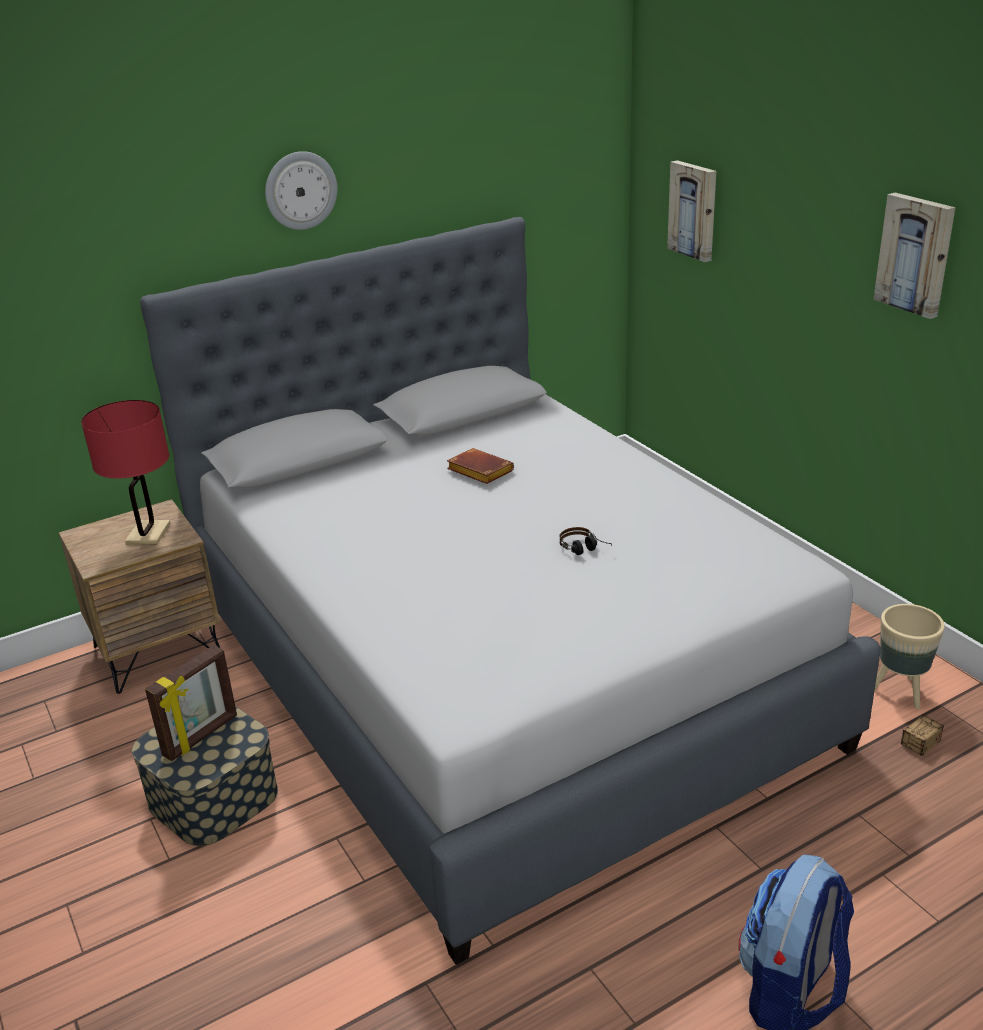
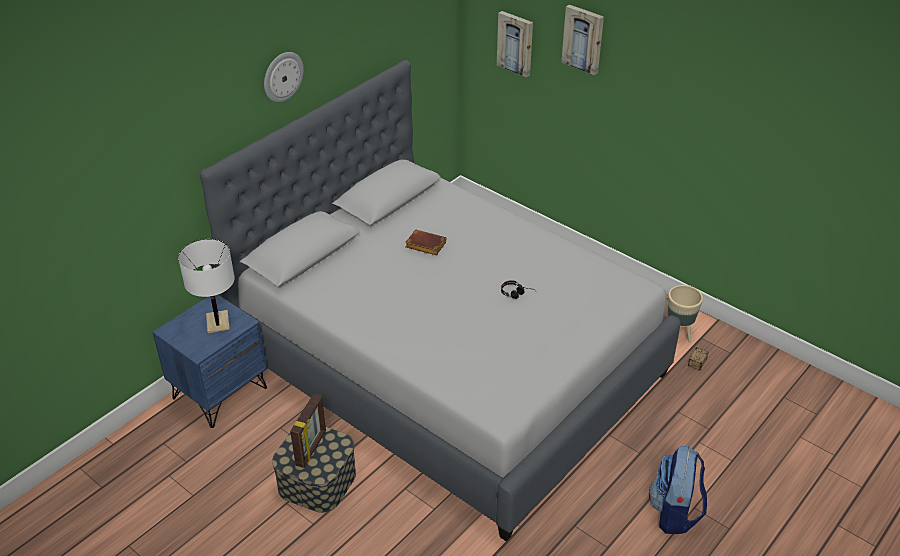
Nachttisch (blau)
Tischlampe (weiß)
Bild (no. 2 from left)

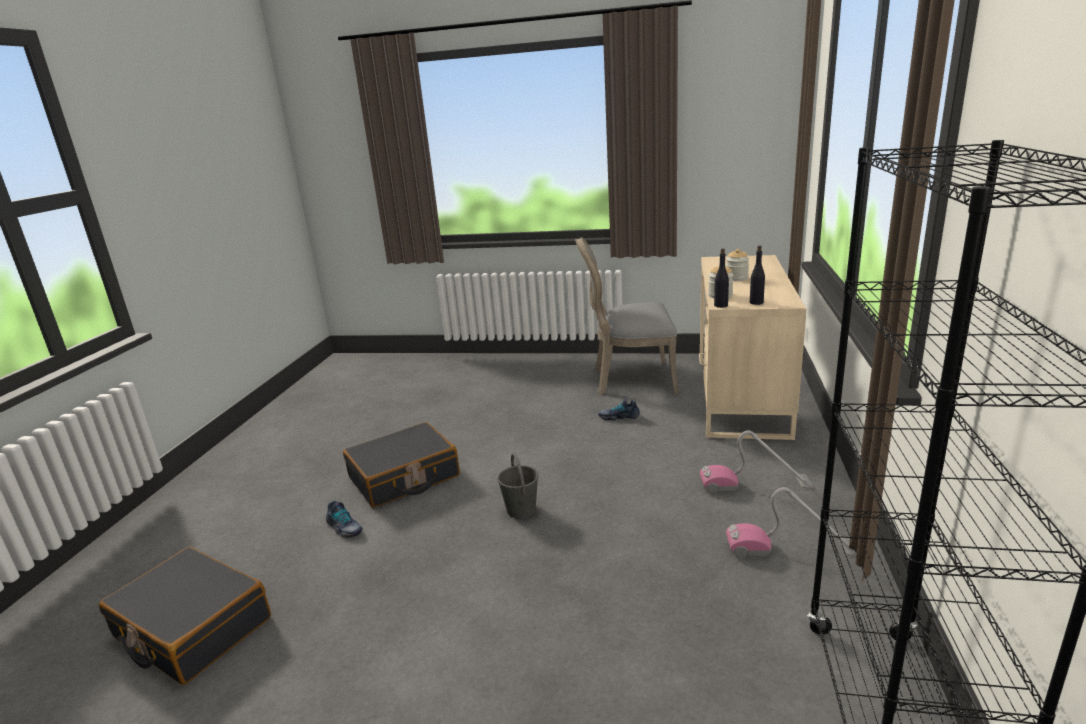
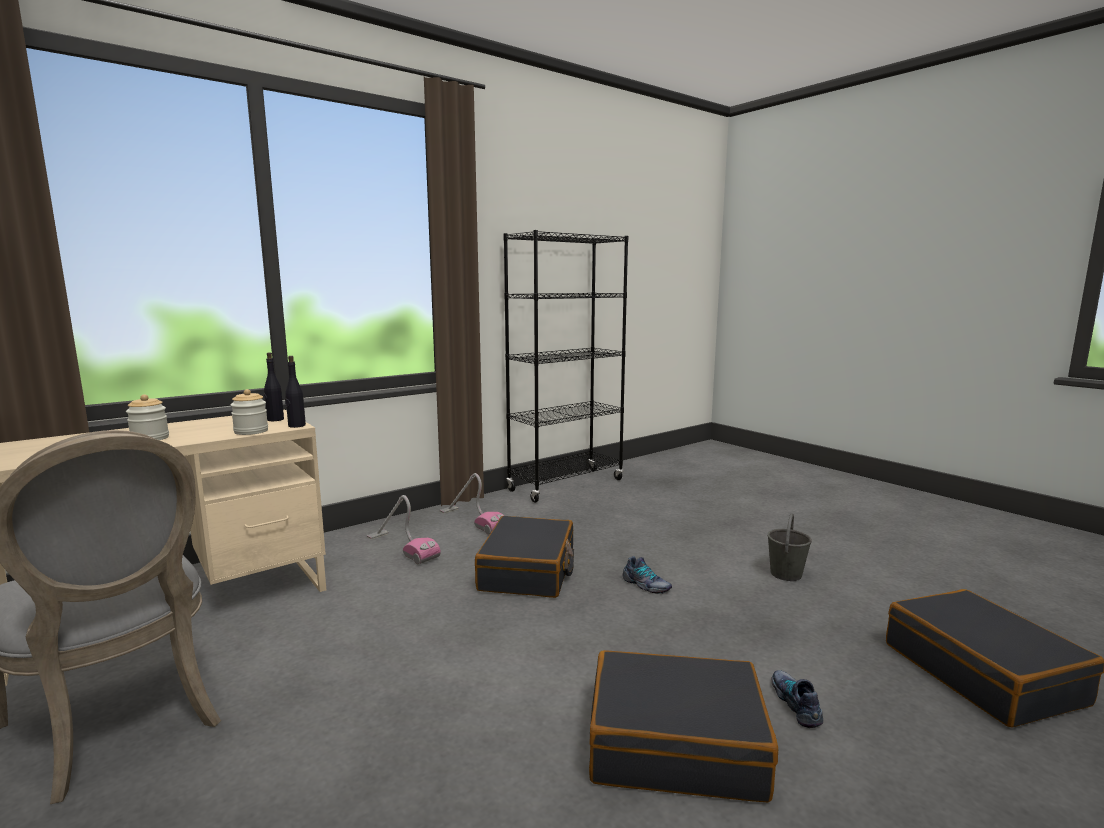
Eimer (grau)
Schuh (no. 1 from left)
Koffer (schwarz) (no. 1 from left)

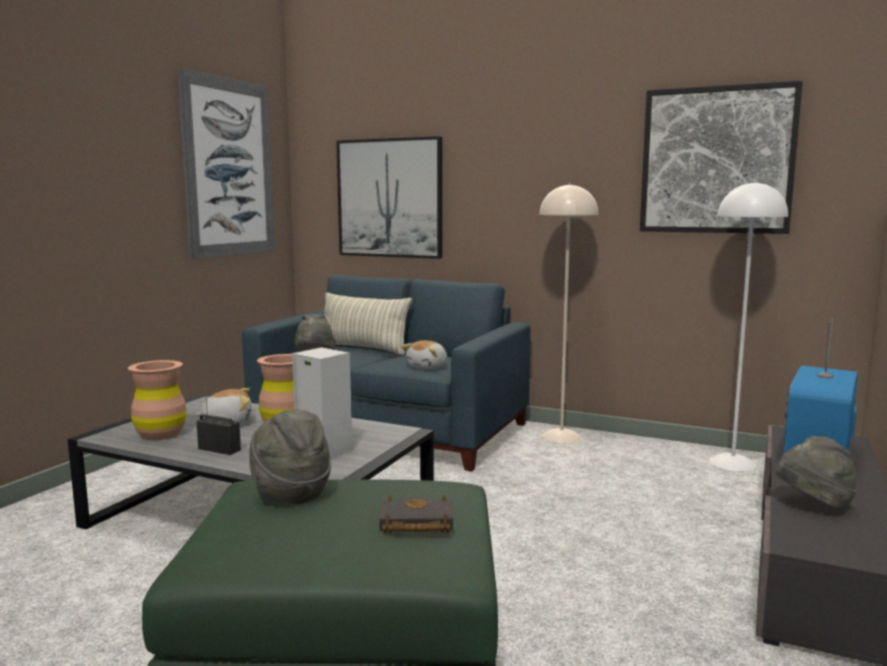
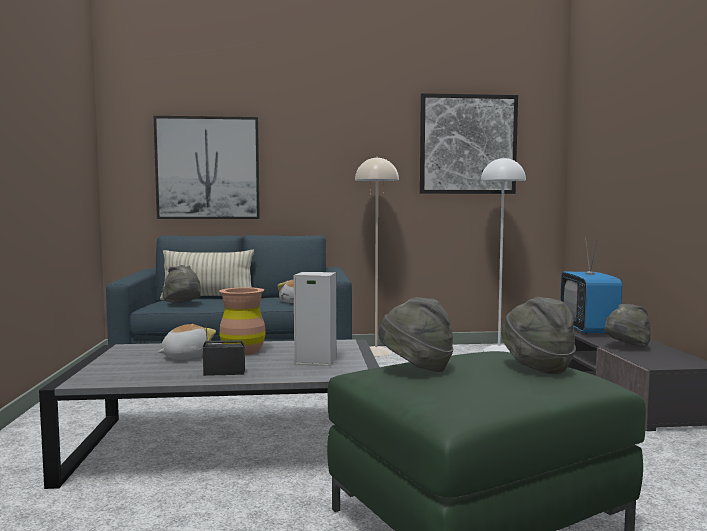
Vase (braun) (no. 1 from left in the first image)
Bild (no. 1 from left in the first image)
Hut (grau) (no. 3 from left)

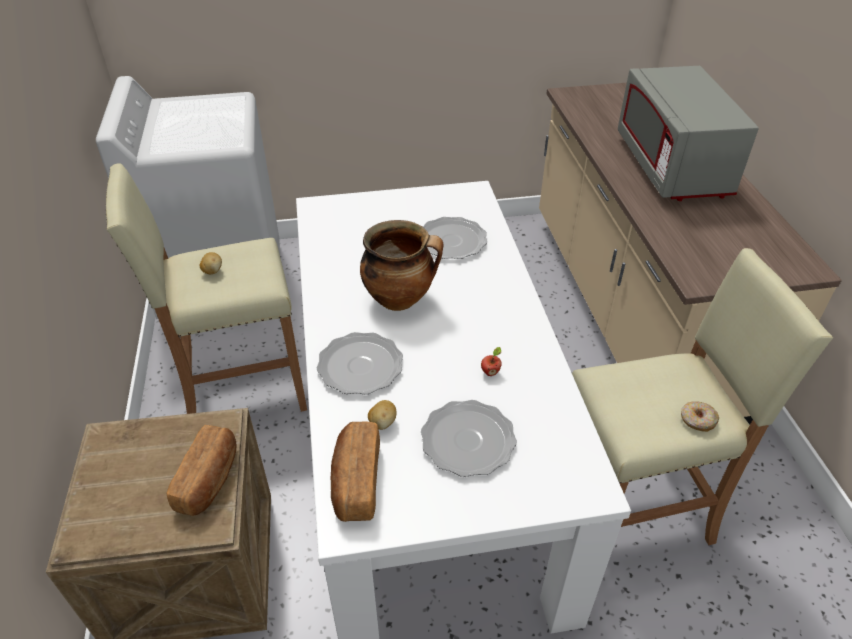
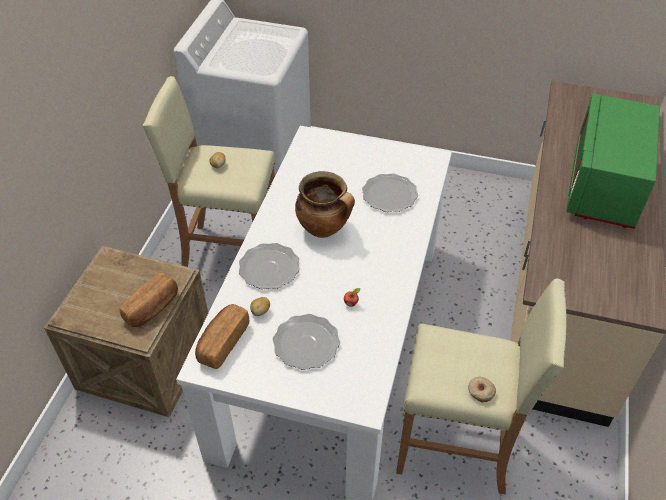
Mikrowelle (grün)

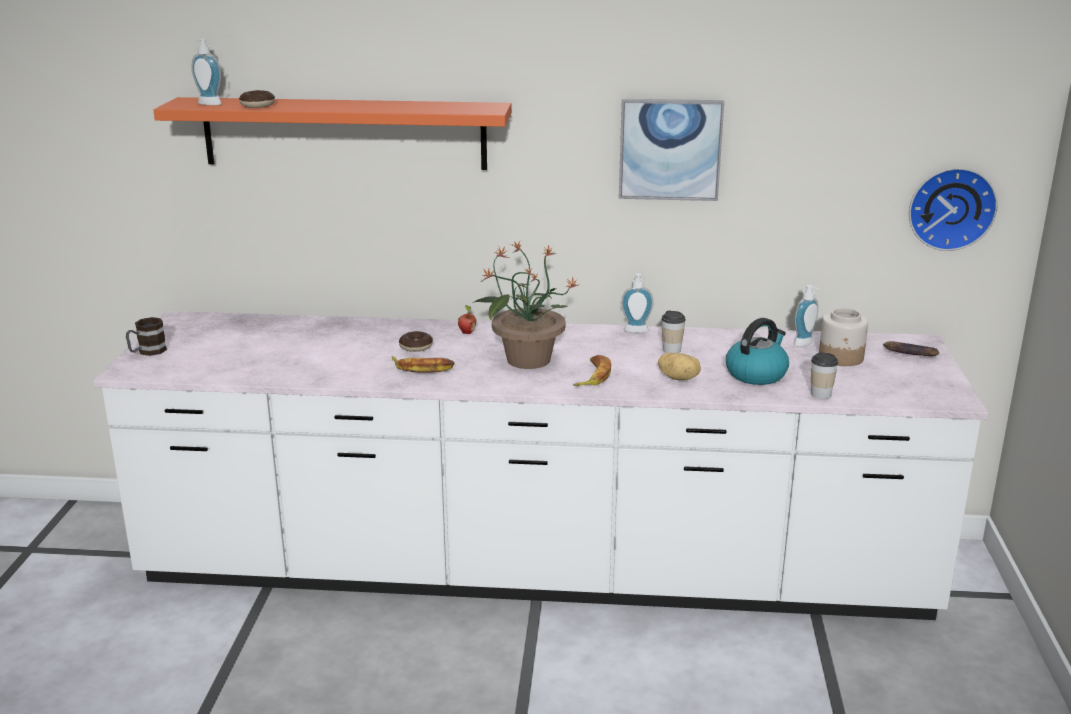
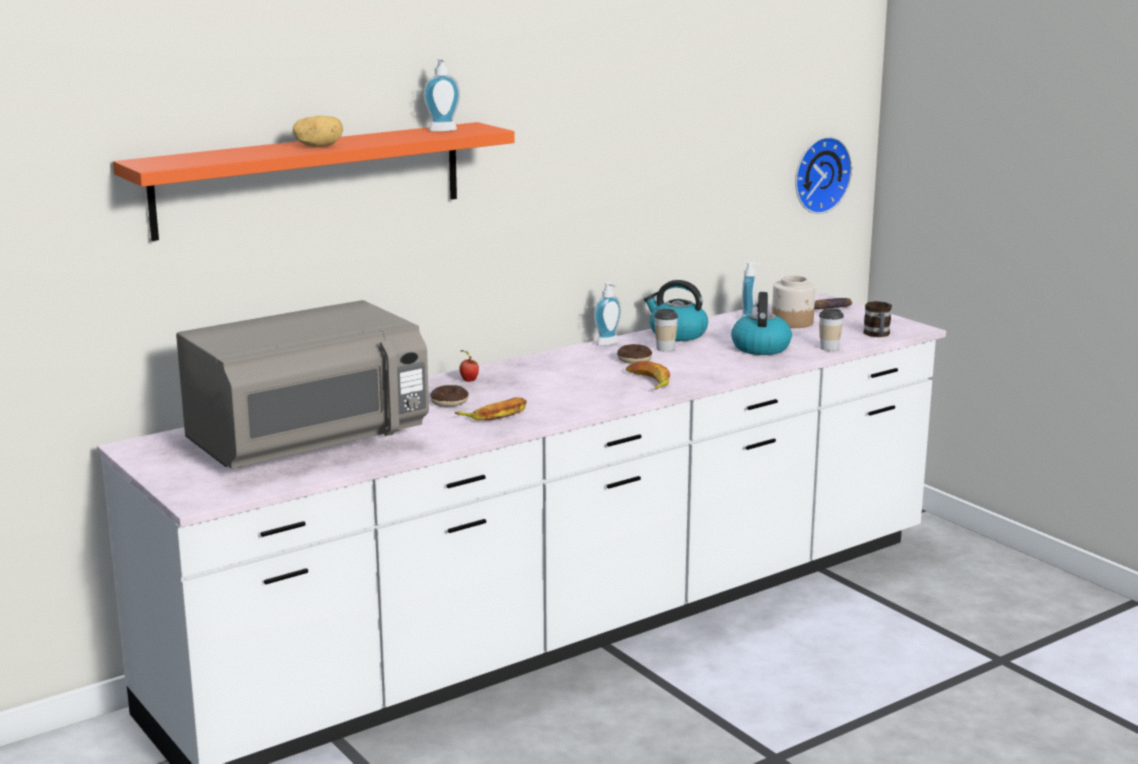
Henkelbecher
Seifenspender (no. 1 from left)
Donut (no. 2 from left)
Topfpflanze
Bild
Kartoffel
Mikrowelle (grau)
Wasserkessel (no. 1 from left)

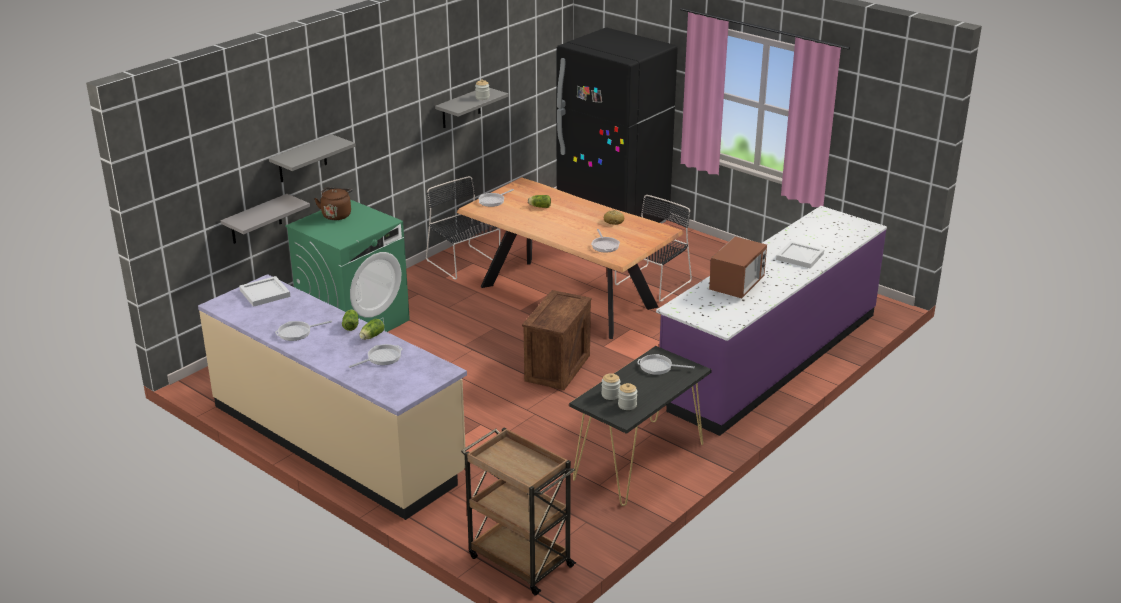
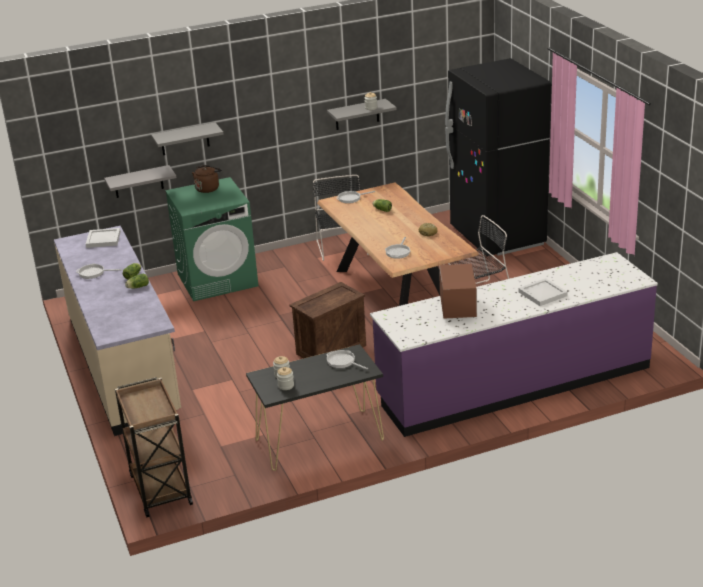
Pfanne (no. 2 from left in the first image)
Mikrowelle

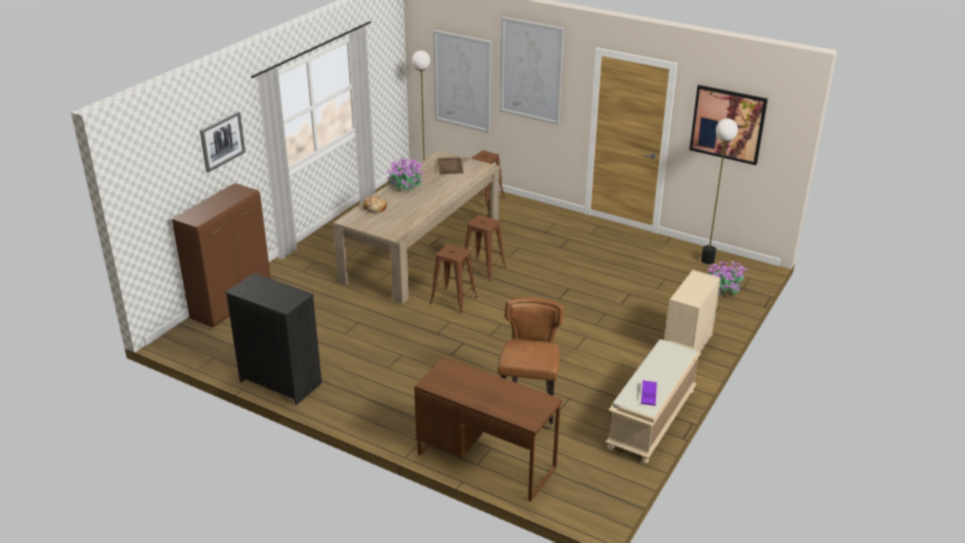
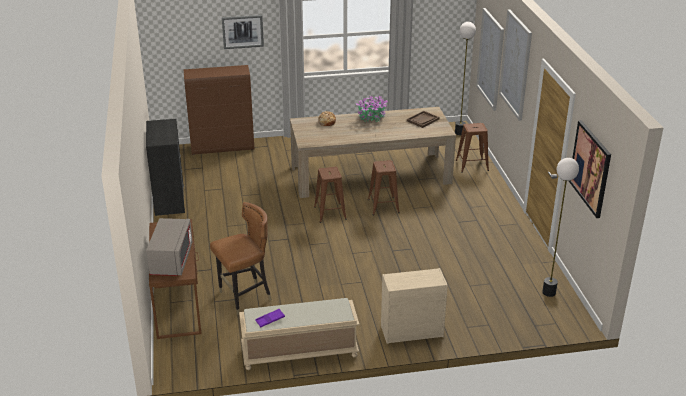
Topfpflanze (no. 2 from left in the first image)
Mikrowelle (grau)

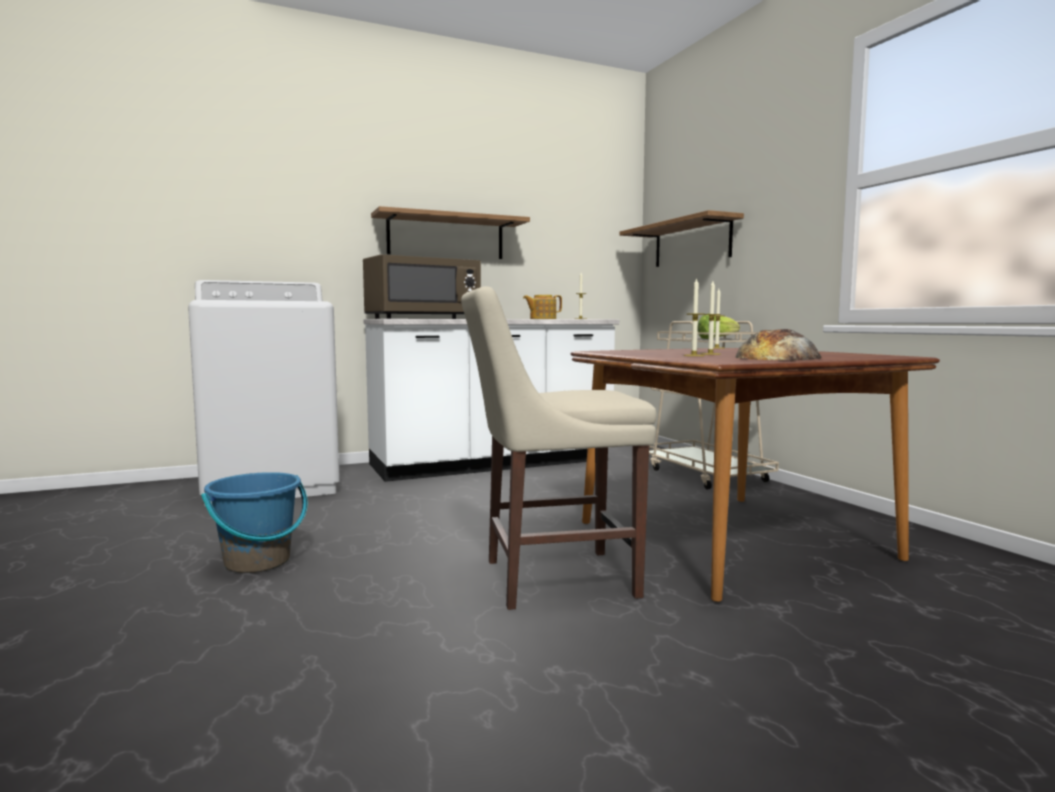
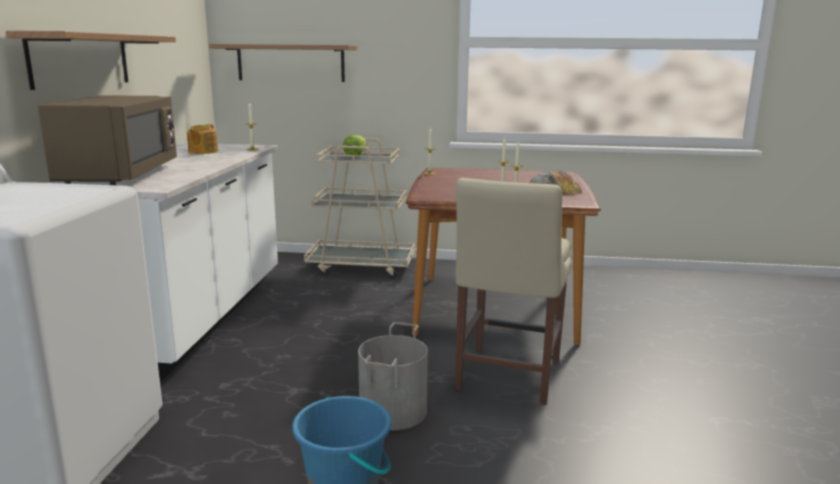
Eimer (grau)

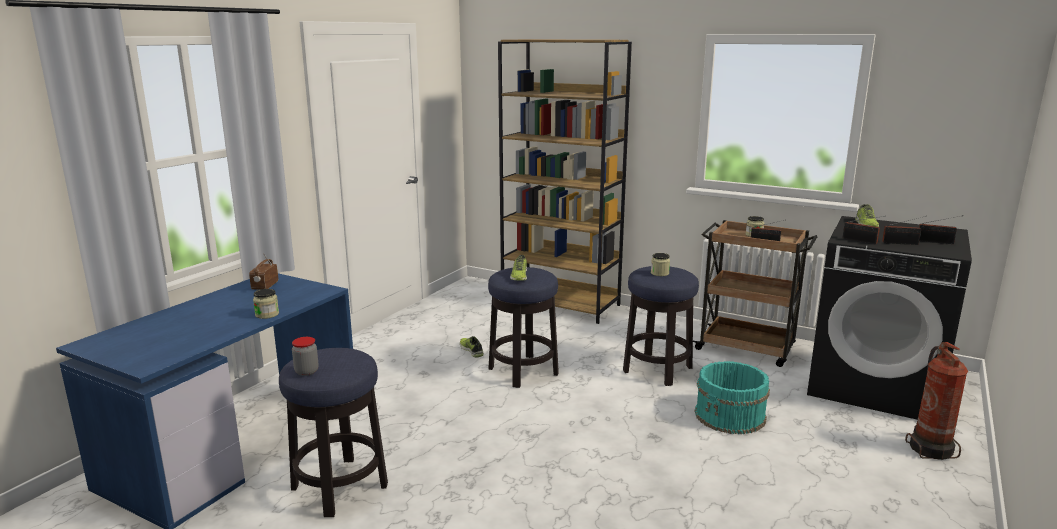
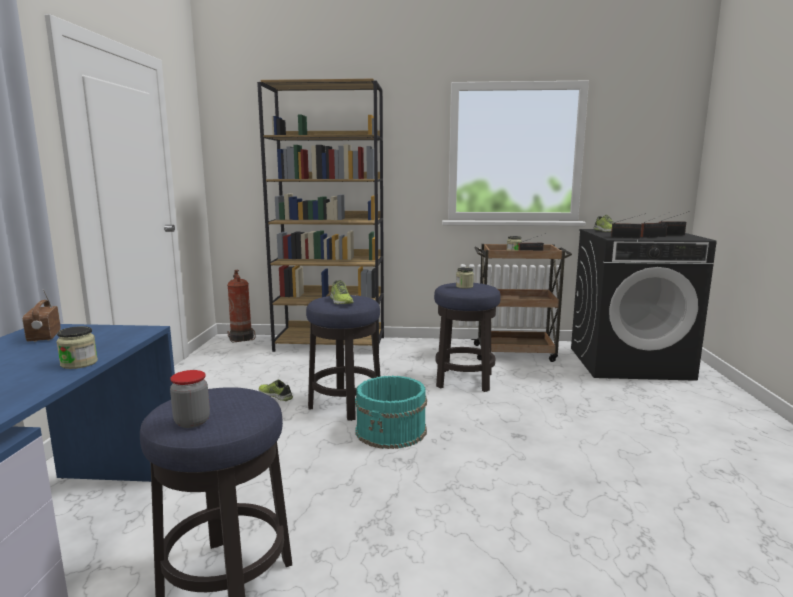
Eimer (türkis)
Feuerlöscher

